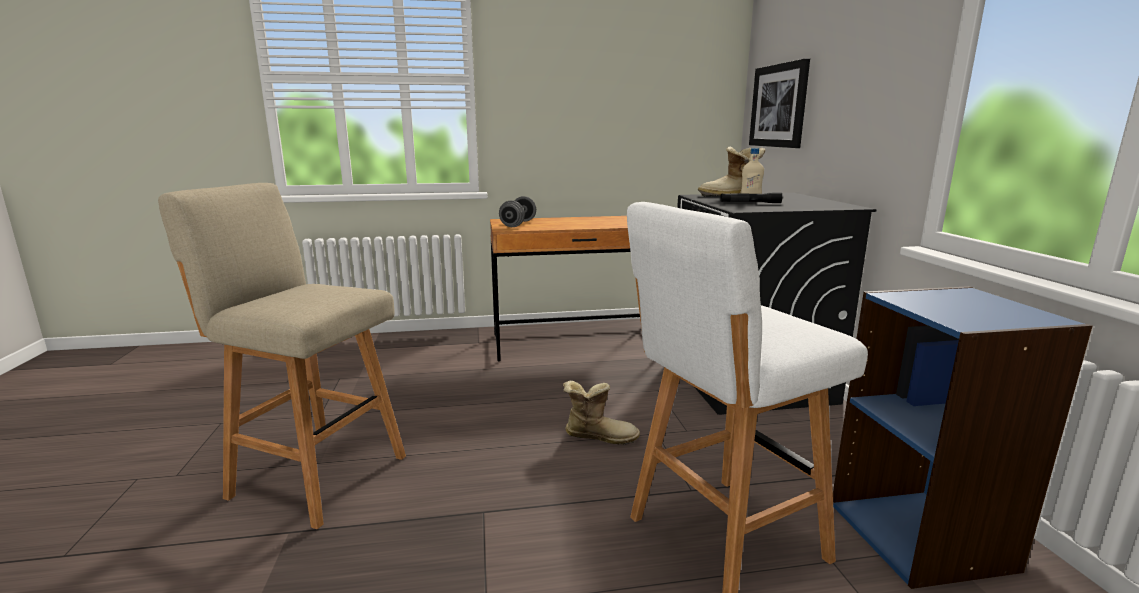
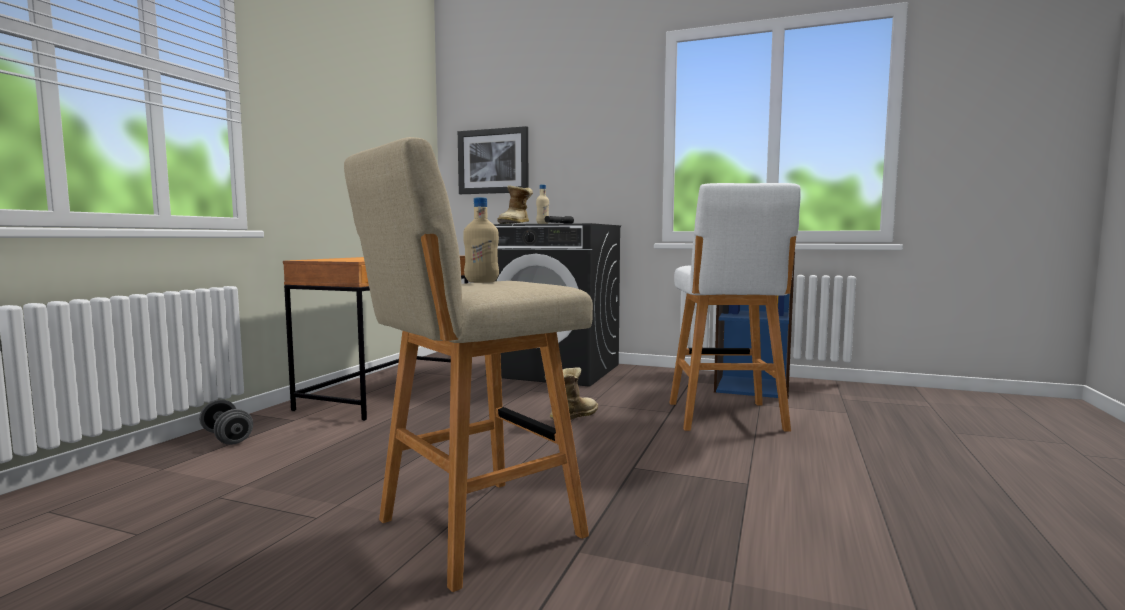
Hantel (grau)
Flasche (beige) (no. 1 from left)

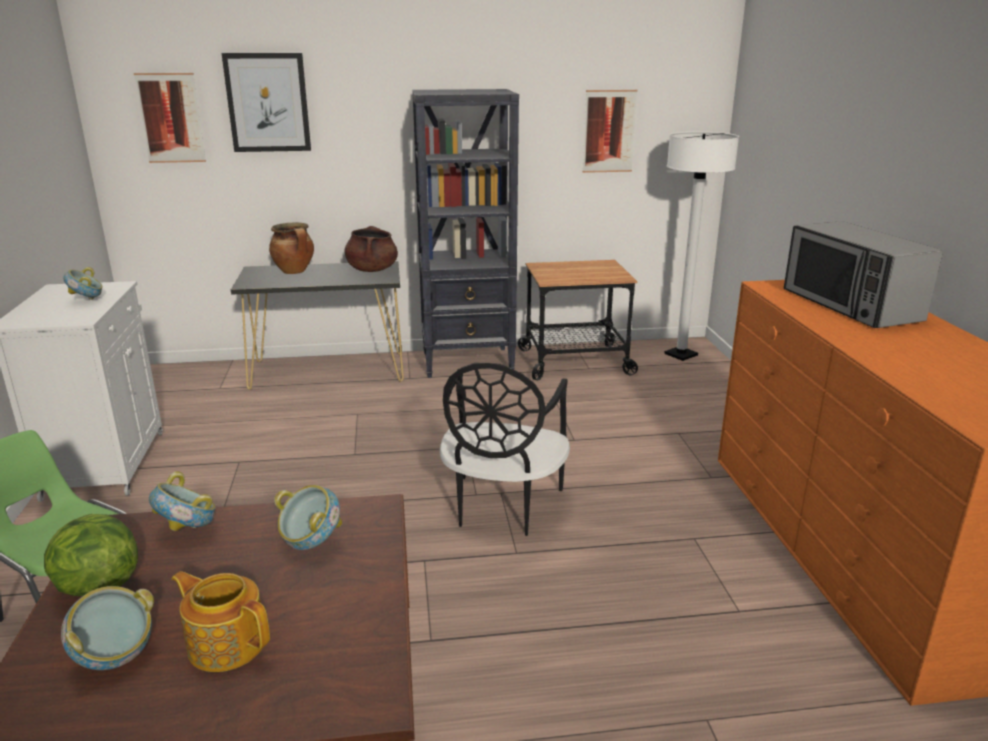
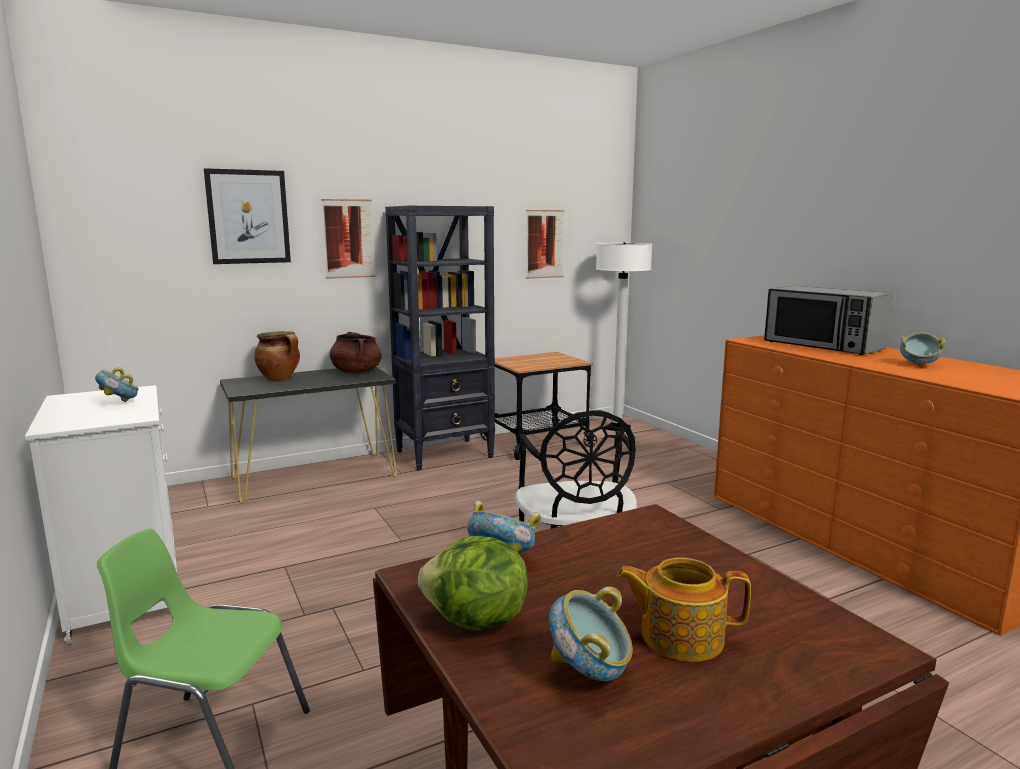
Bild (no. 2 from left)
Schüssel (no. 4 from left)

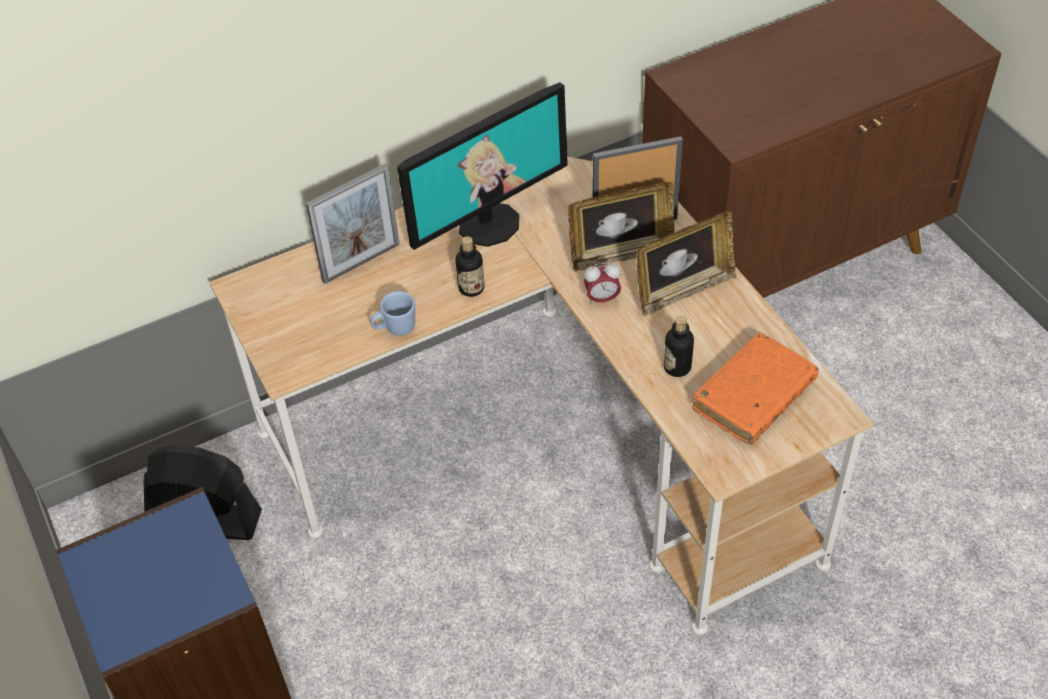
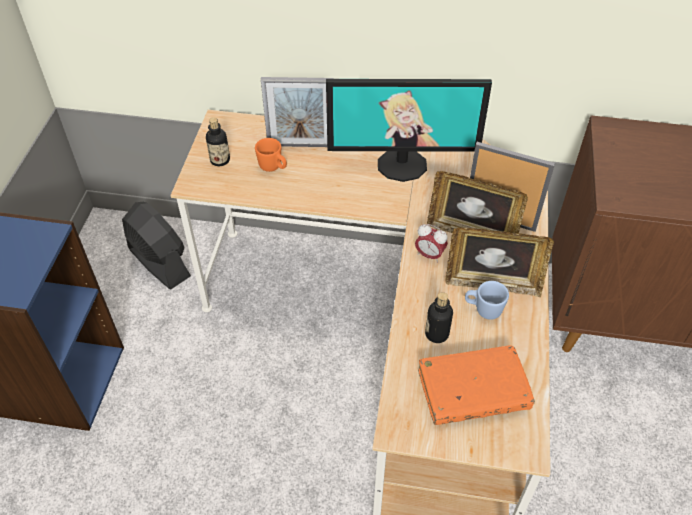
Henkelbecher (blau)
Flasche (no. 1 from left)
Henkelbecher (orange)

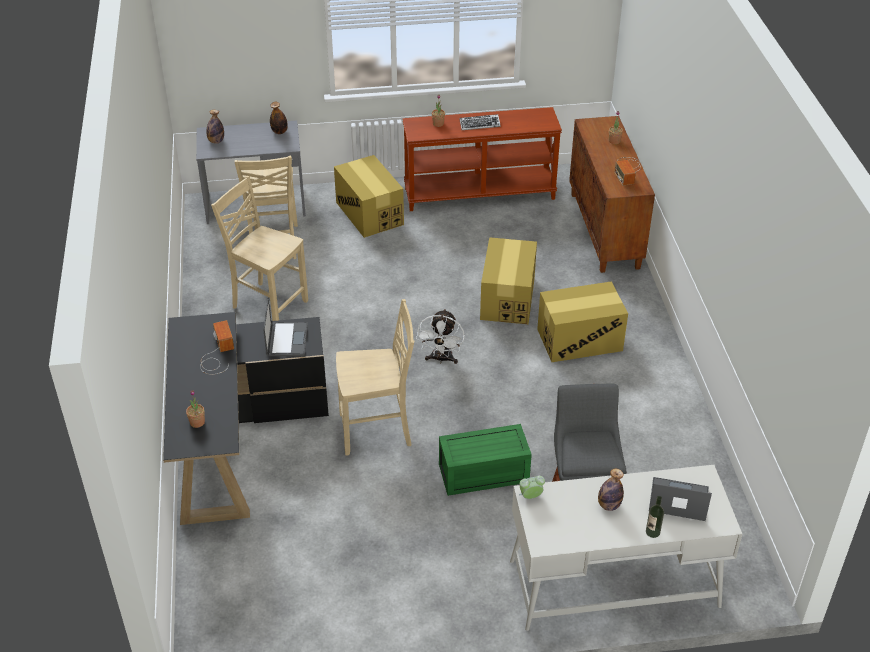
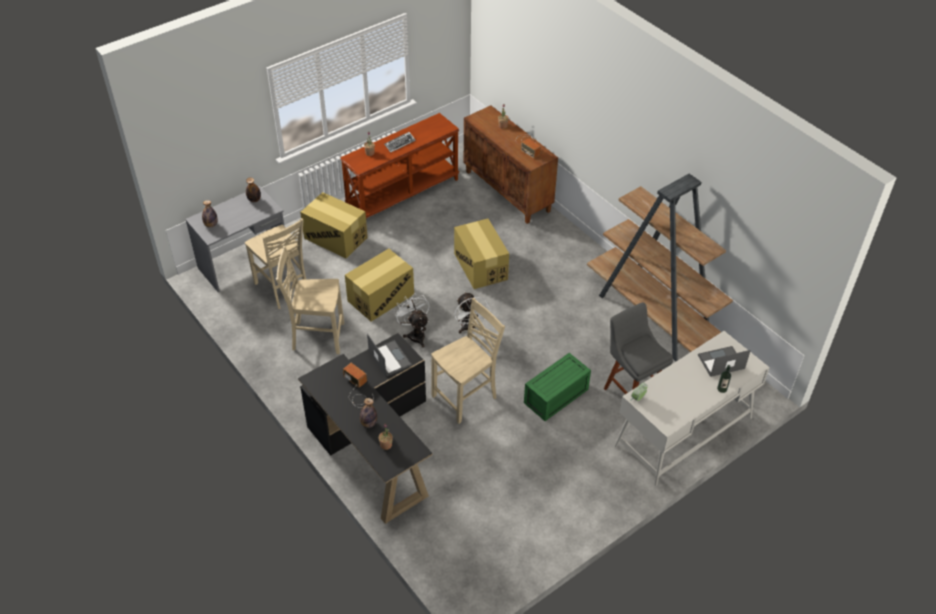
Karton (no. 2 from left)
Flasche (no. 3 from left)
Ventilator (weiß) (no. 1 from left)
Bücherregal (braun)

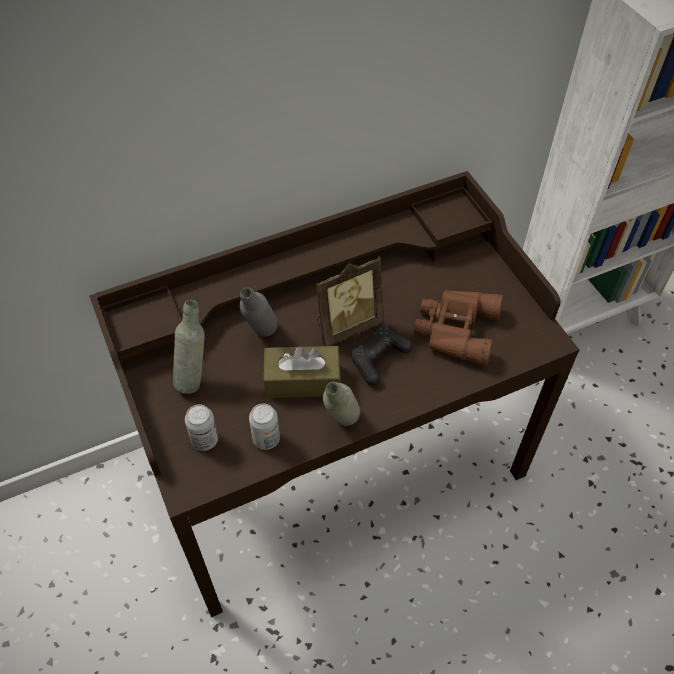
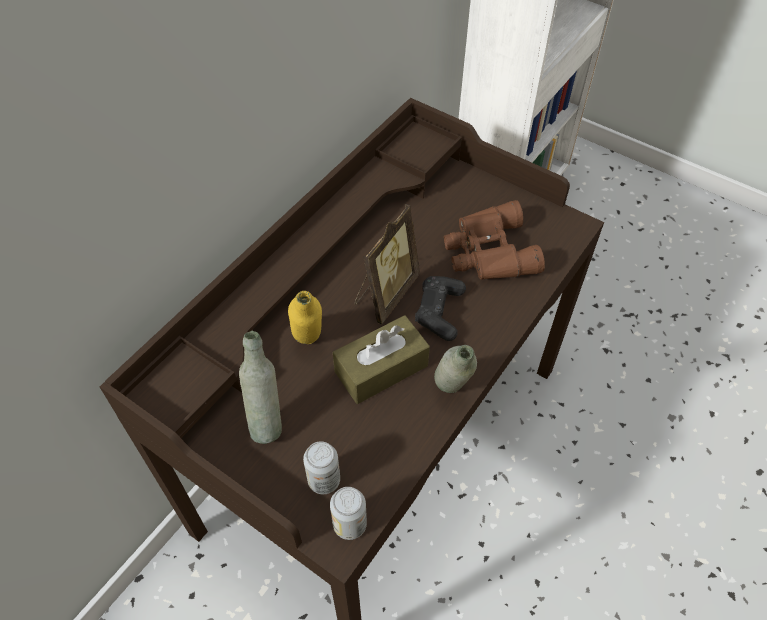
Flasche (gelb)
Dose (no. 2 from left)

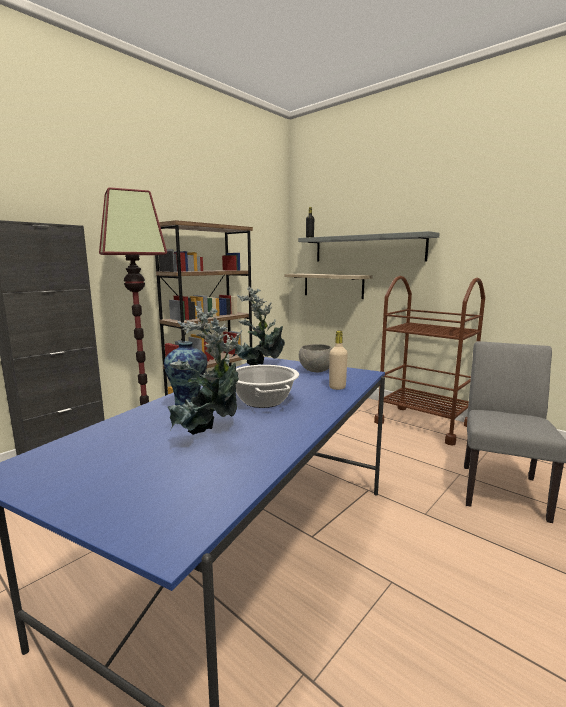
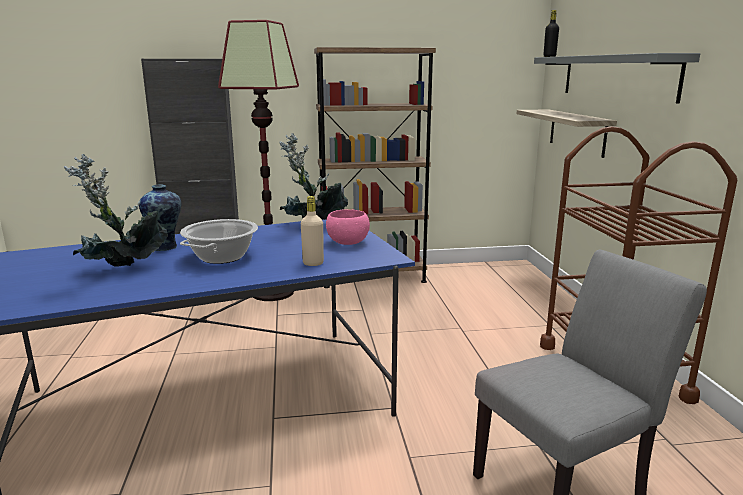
Schüssel (rosa)

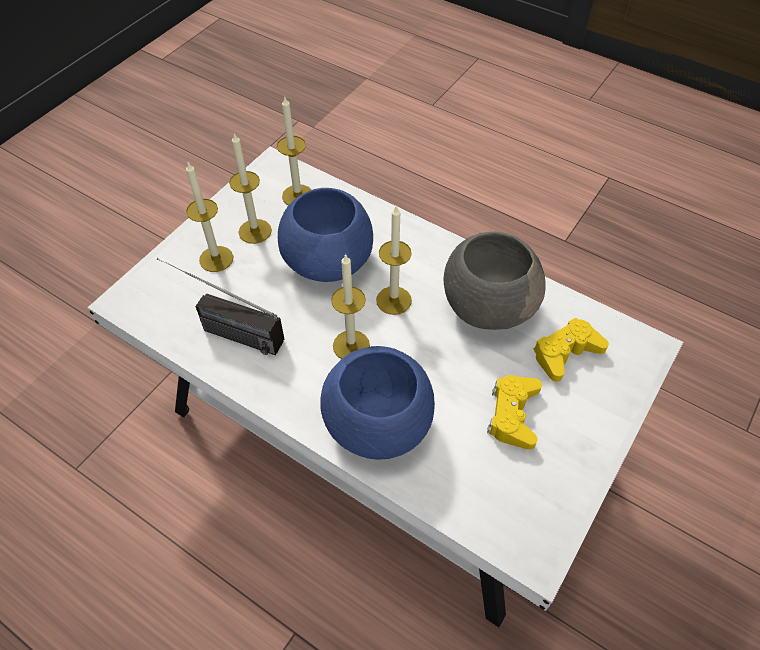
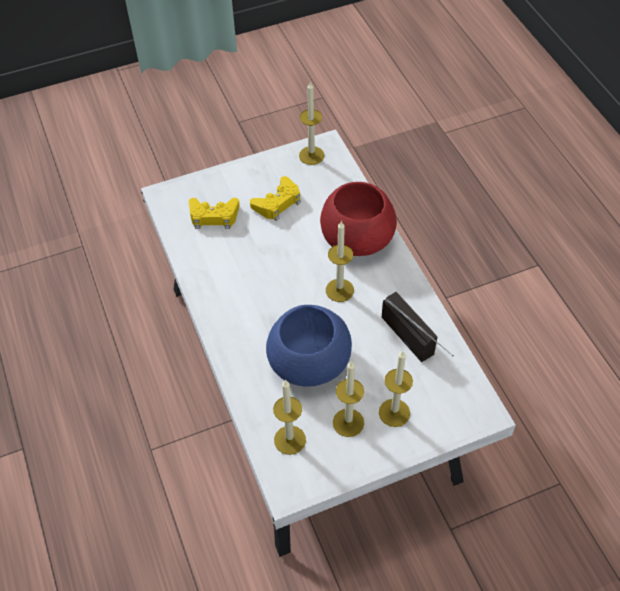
Schüssel (rot)
Kerze (no. 2 from left)
Schüssel (grau)

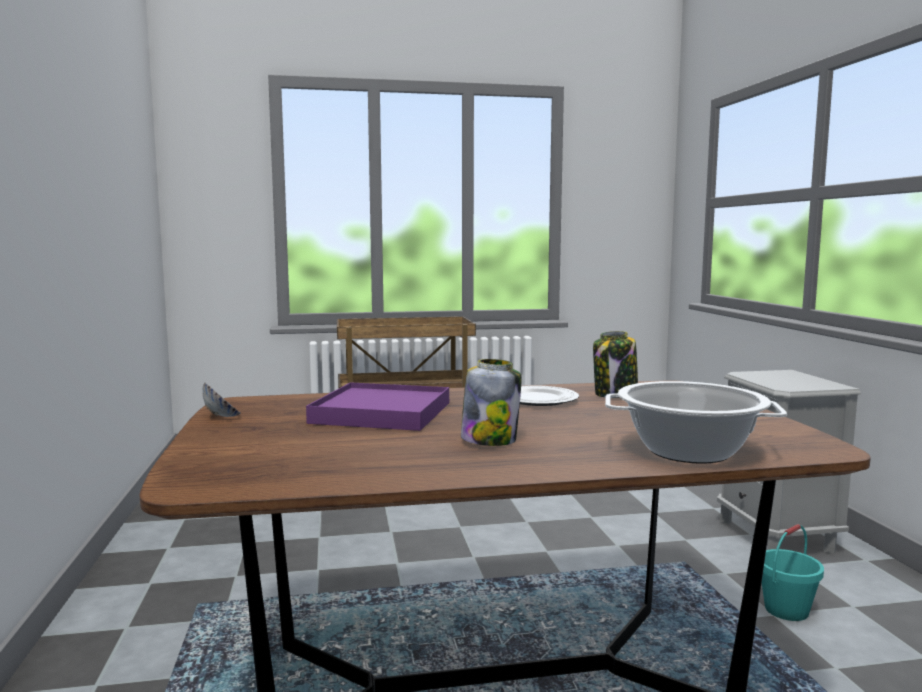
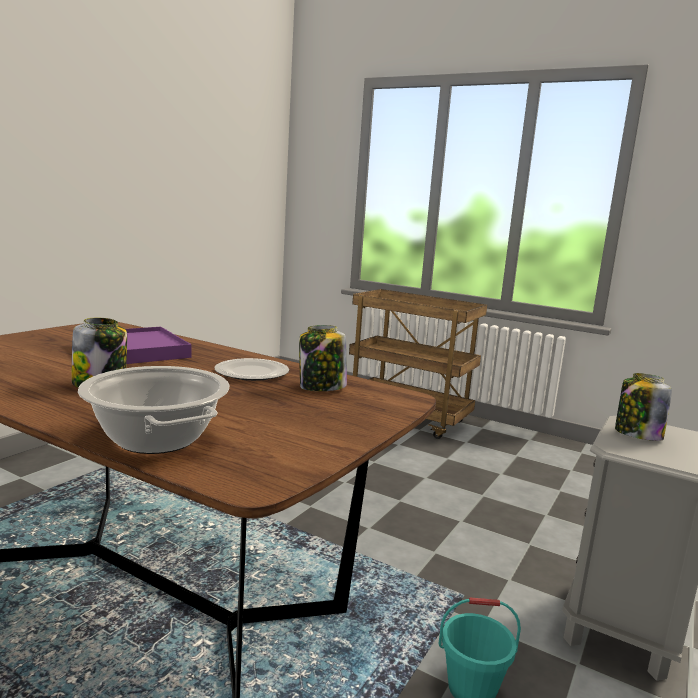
Schüssel
Vorratsglas (no. 3 from left)

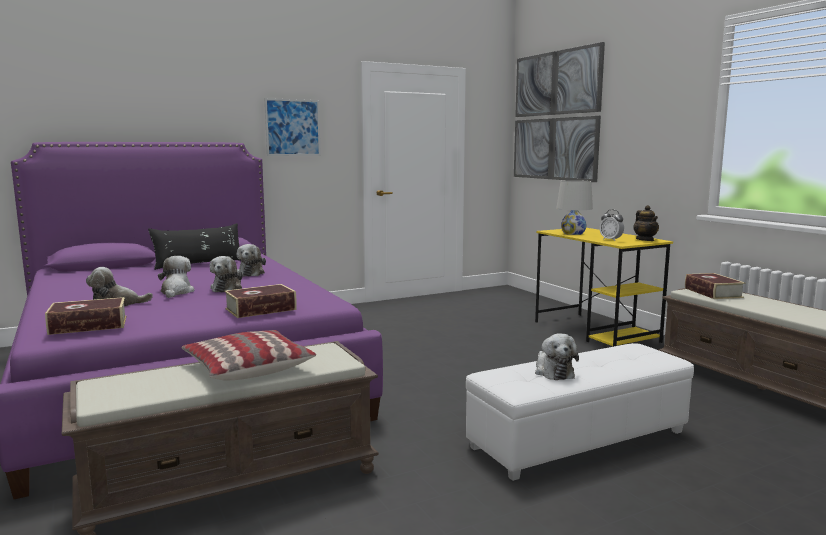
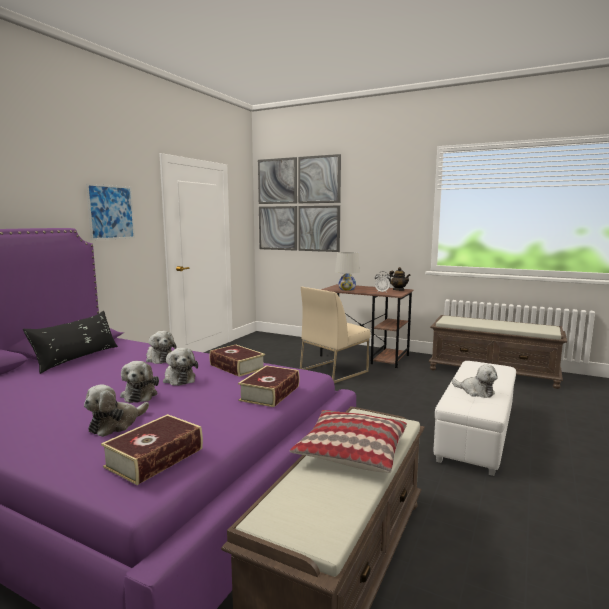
Plüschtier (no. 2 from left)
Schreibtisch (braun)
Buch (no. 2 from left)
Stuhl (beige)

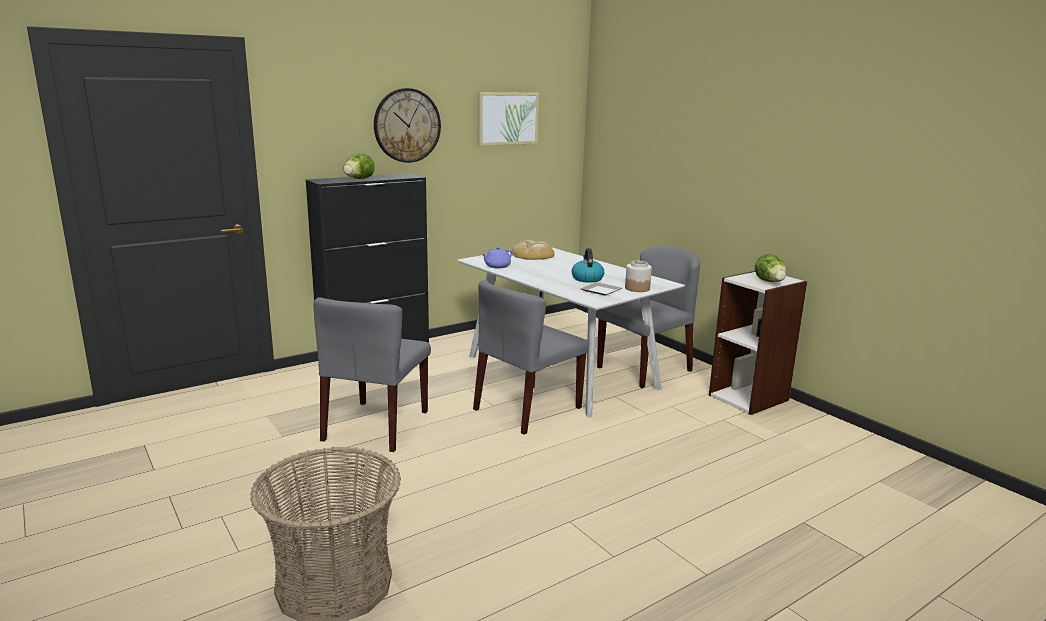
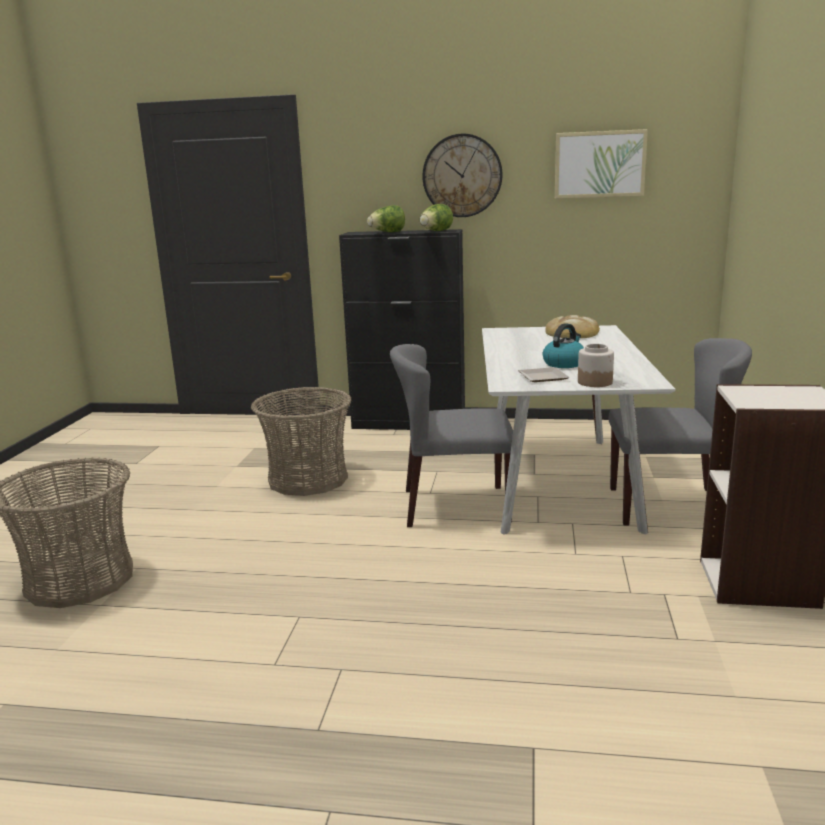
Korb (no. 2 from left)
Teekanne (lila)
Salatkopf (no. 2 from left)

